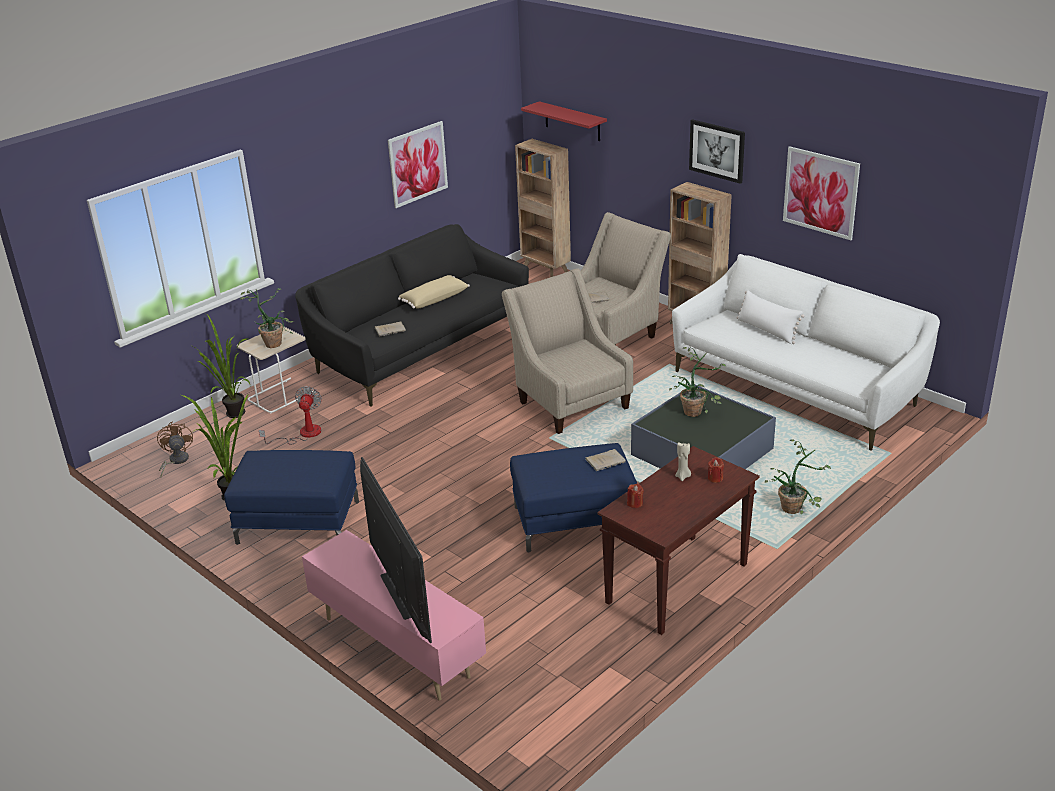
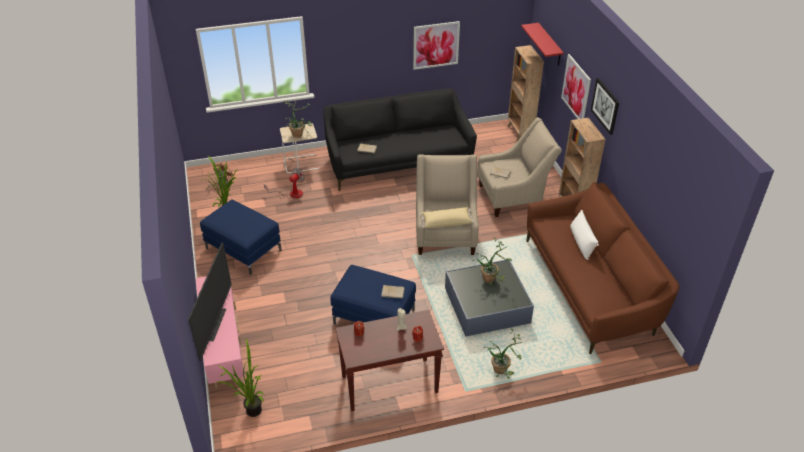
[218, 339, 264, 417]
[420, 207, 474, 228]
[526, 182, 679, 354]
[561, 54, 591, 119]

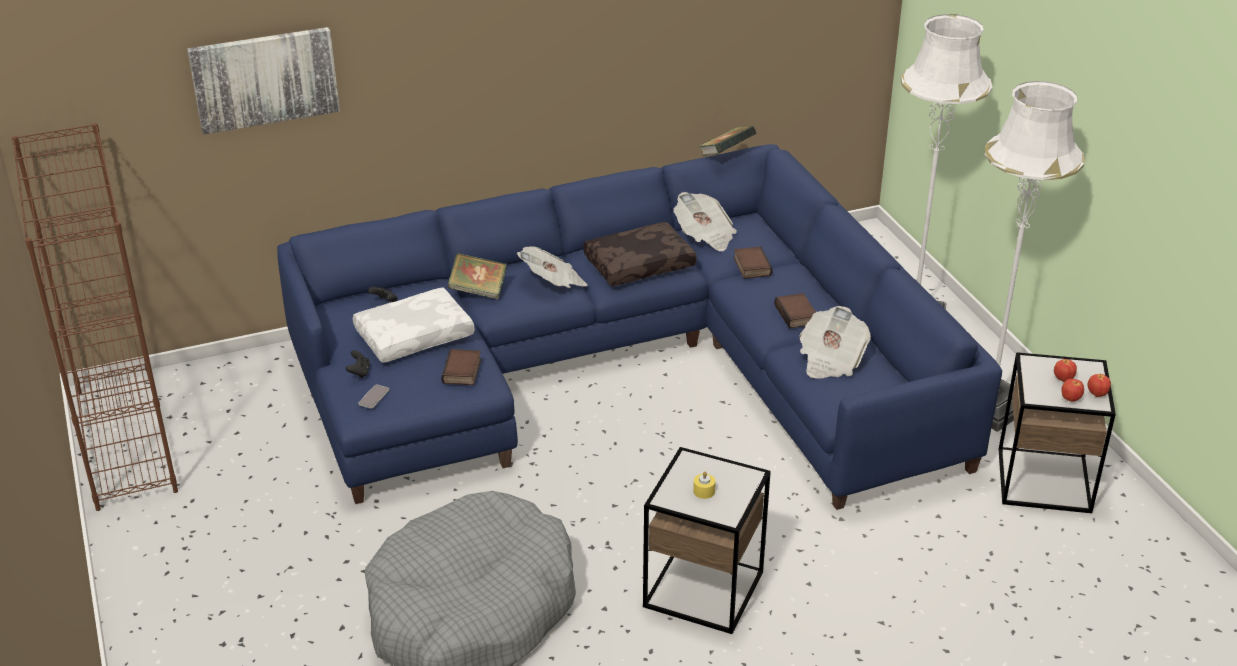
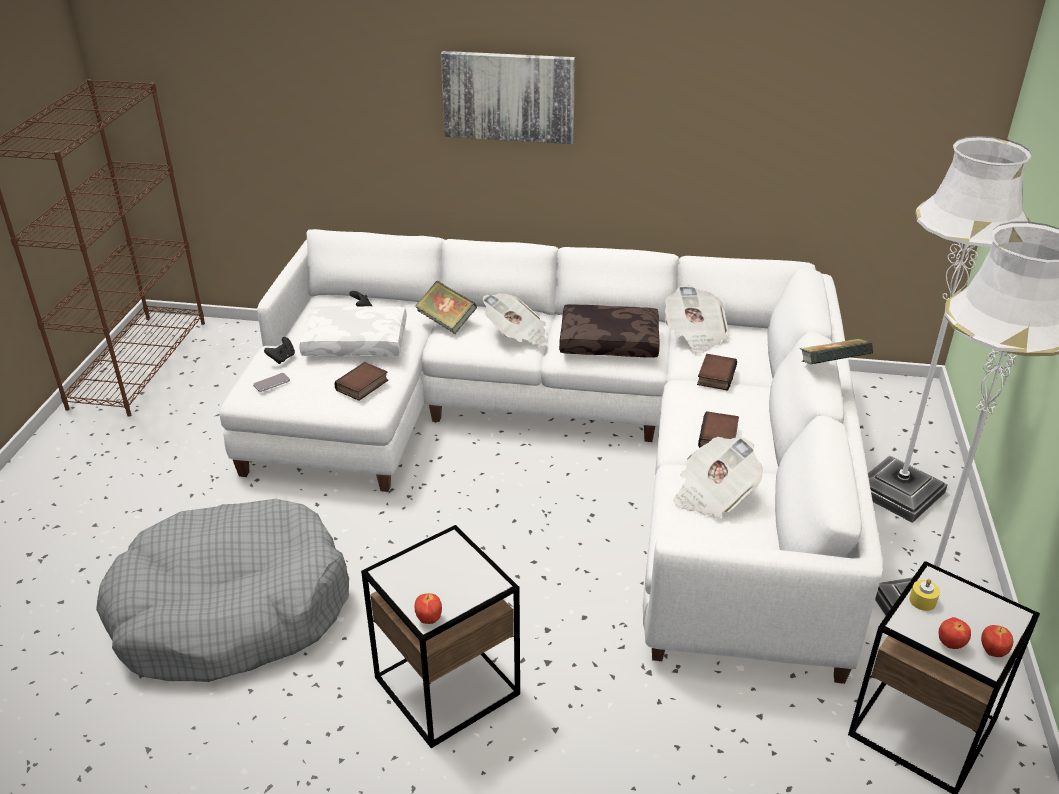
[441, 51, 575, 144]
[219, 229, 883, 684]
[909, 579, 940, 611]
[800, 339, 873, 364]
[415, 593, 442, 624]

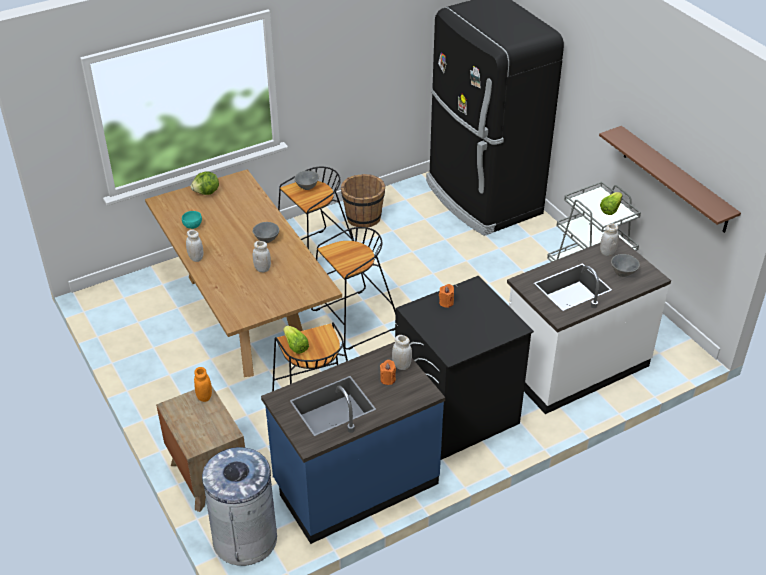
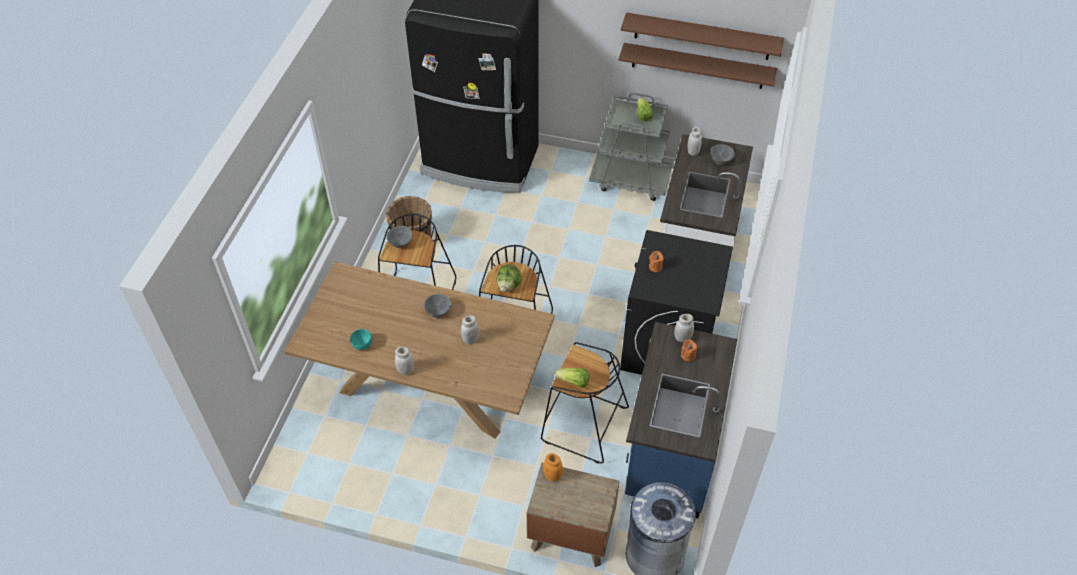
[497, 264, 522, 292]
[621, 12, 784, 60]

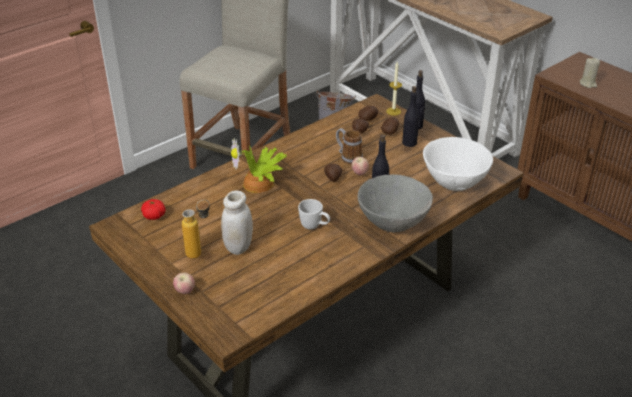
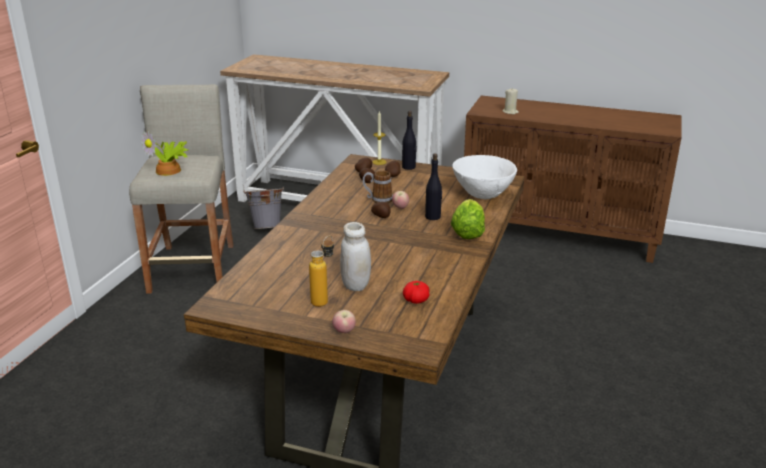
[403, 281, 430, 304]
[141, 130, 189, 176]
[298, 199, 330, 229] (first image)
[451, 199, 485, 239]
[402, 86, 420, 147] (first image)

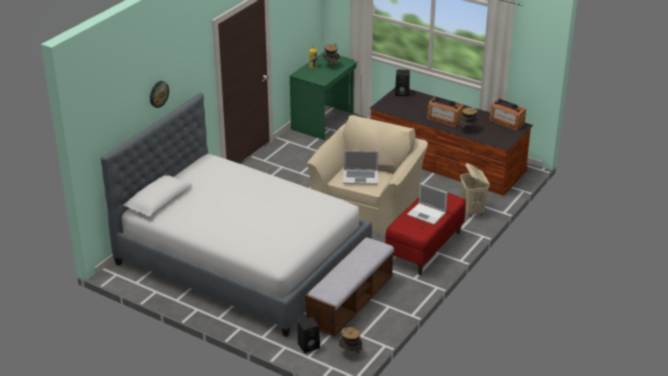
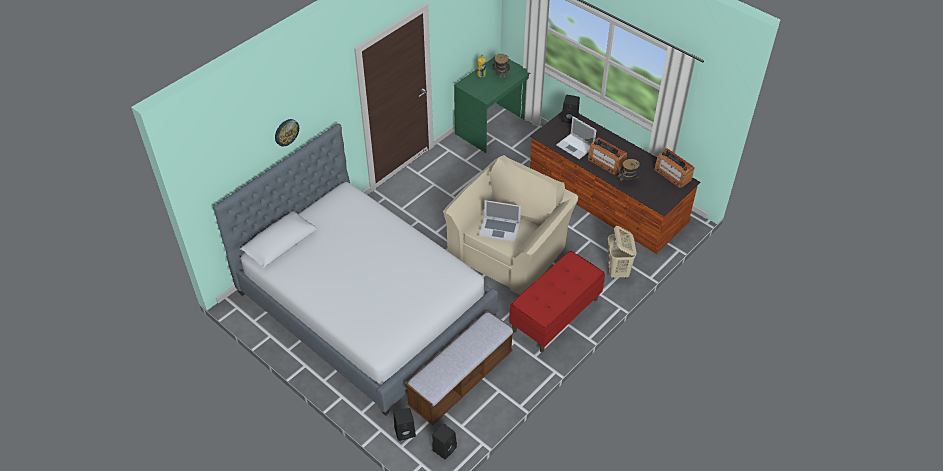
[432, 423, 457, 459]
[556, 116, 596, 159]

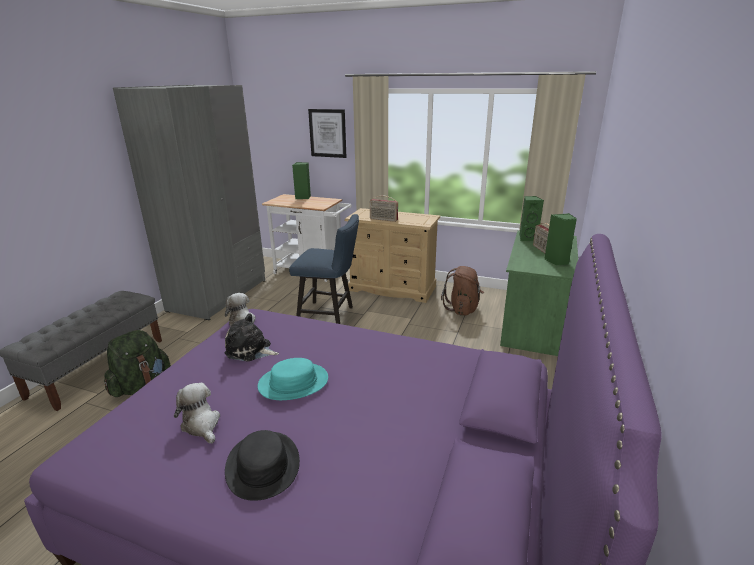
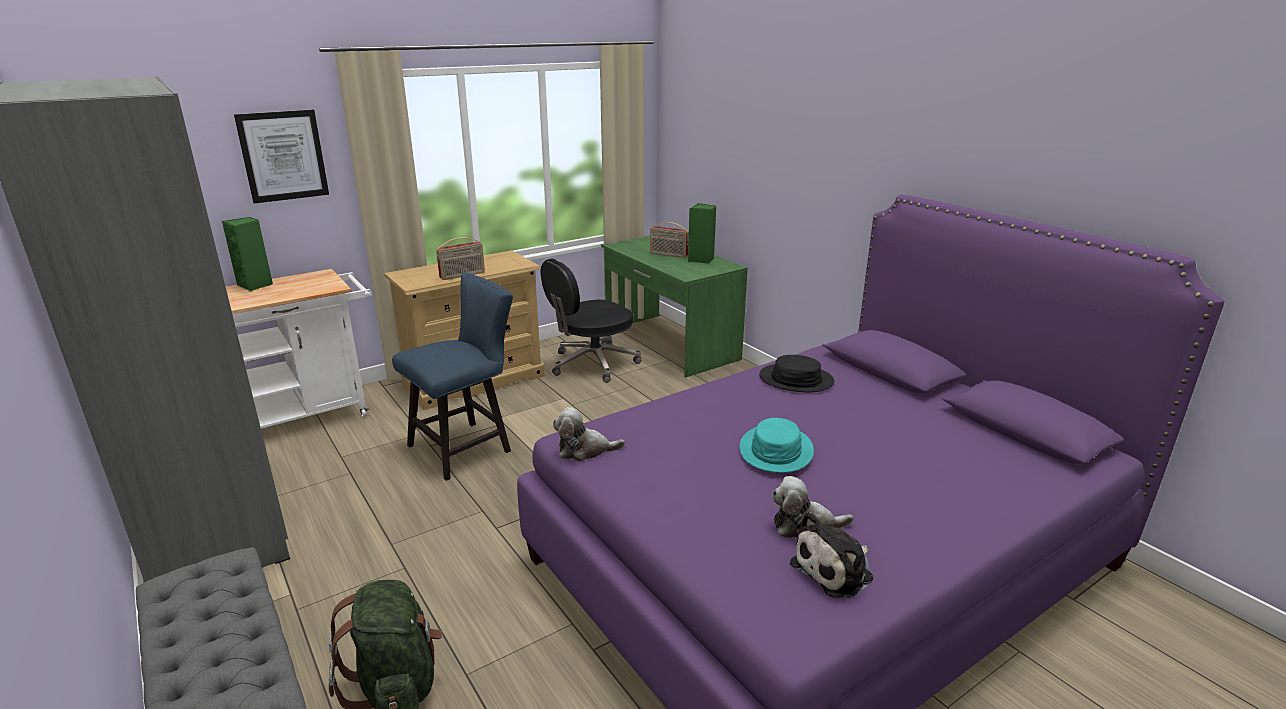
[790, 512, 873, 598]
[759, 355, 834, 392]
[541, 259, 641, 383]
[519, 196, 544, 241] (first image)

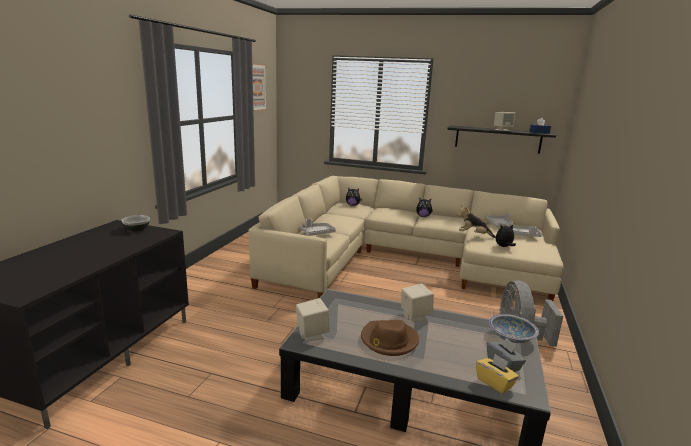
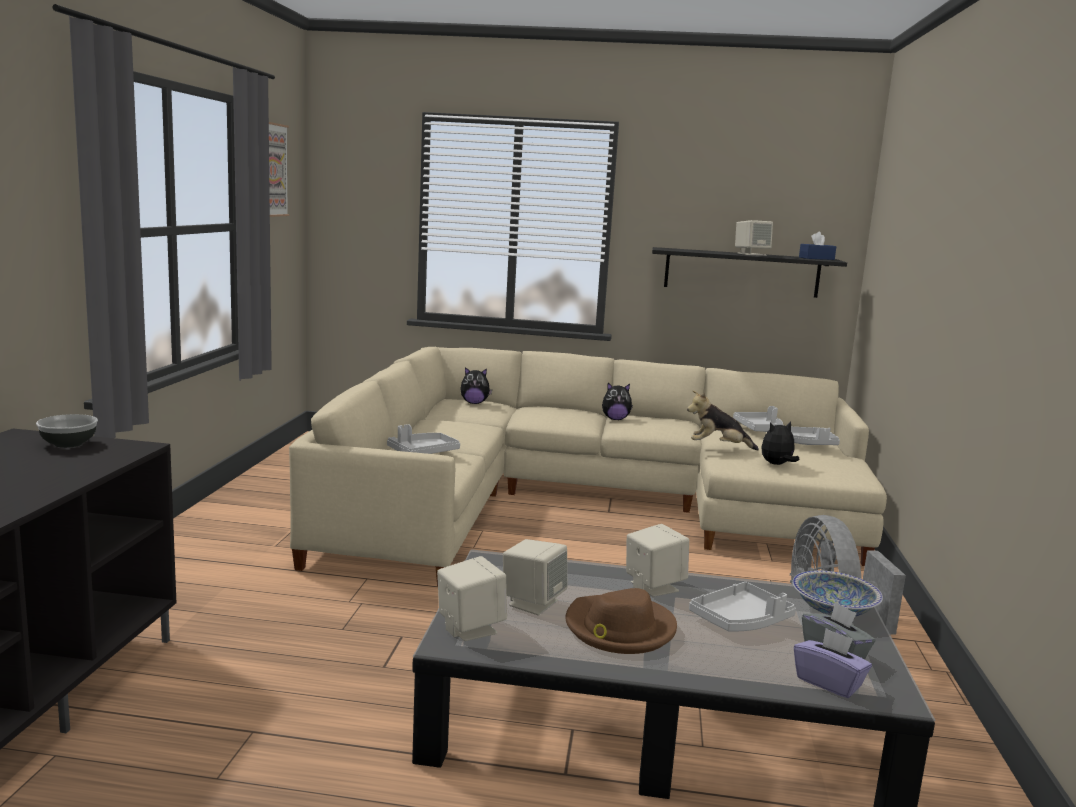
[794, 628, 872, 698]
[503, 539, 567, 616]
[689, 582, 796, 631]

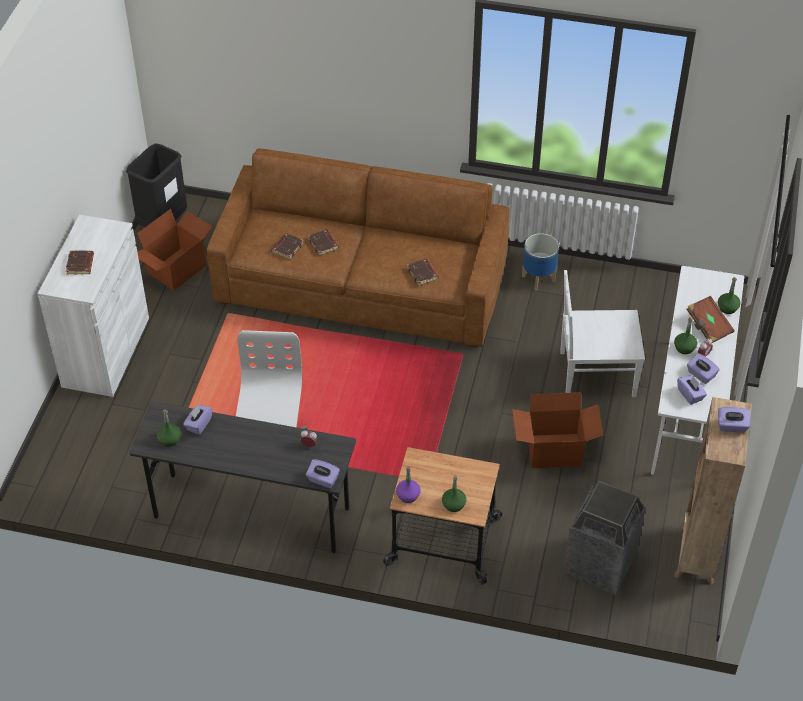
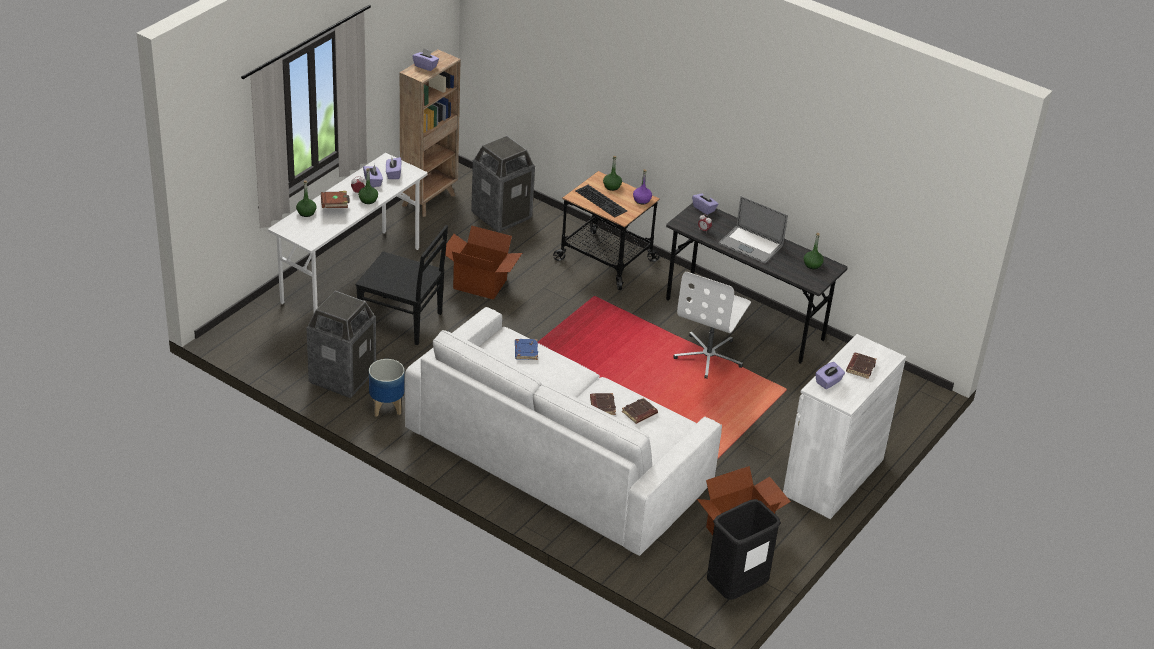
[815, 362, 845, 389]
[405, 307, 722, 556]
[515, 339, 538, 360]
[356, 225, 448, 345]
[307, 291, 376, 398]
[575, 185, 627, 218]
[719, 196, 788, 264]

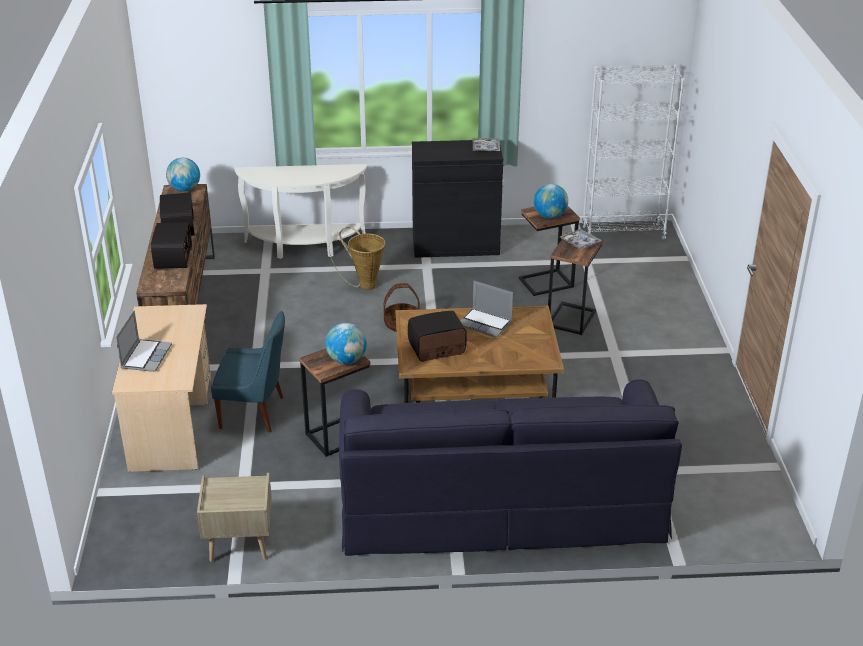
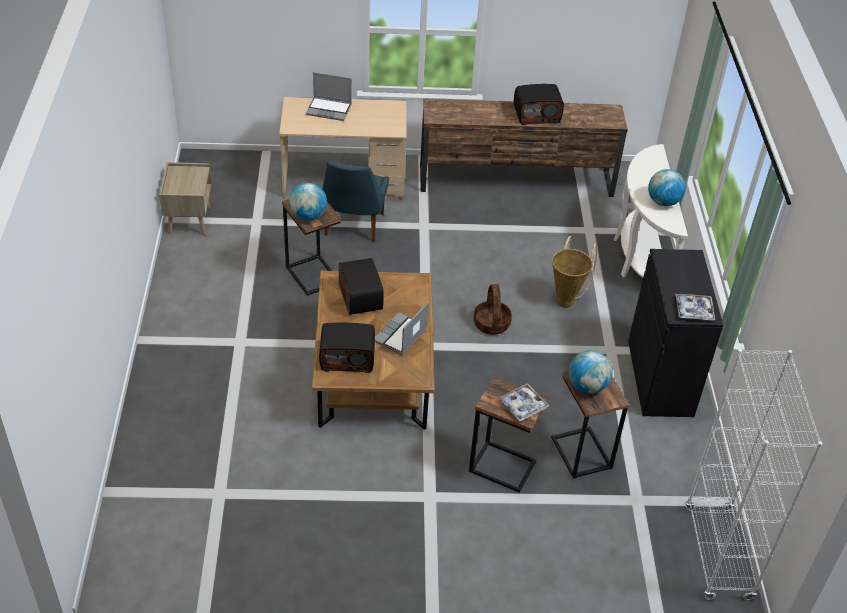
[319, 323, 375, 373]
[648, 169, 686, 206]
[339, 379, 682, 556] (first image)

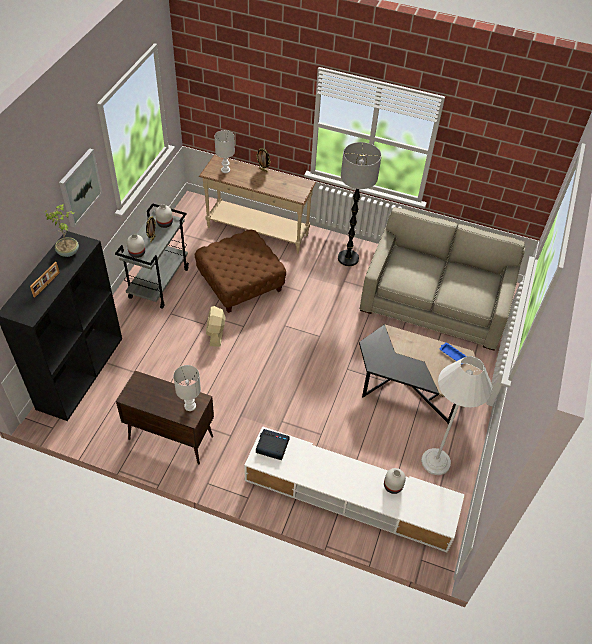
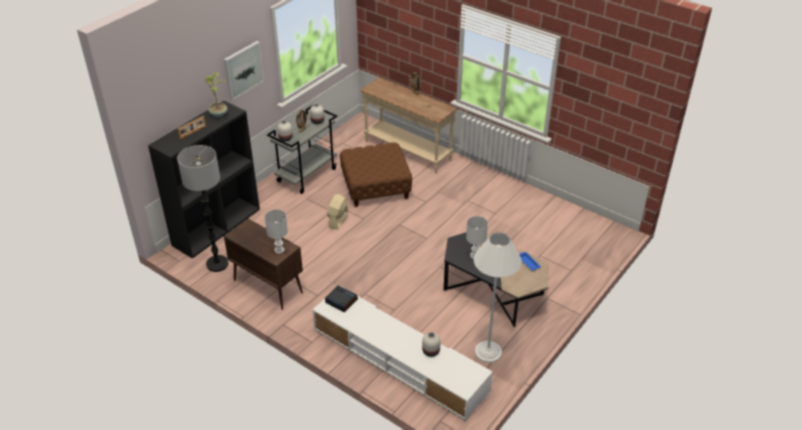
[466, 216, 488, 259]
[177, 145, 228, 272]
[359, 207, 525, 350] (first image)

